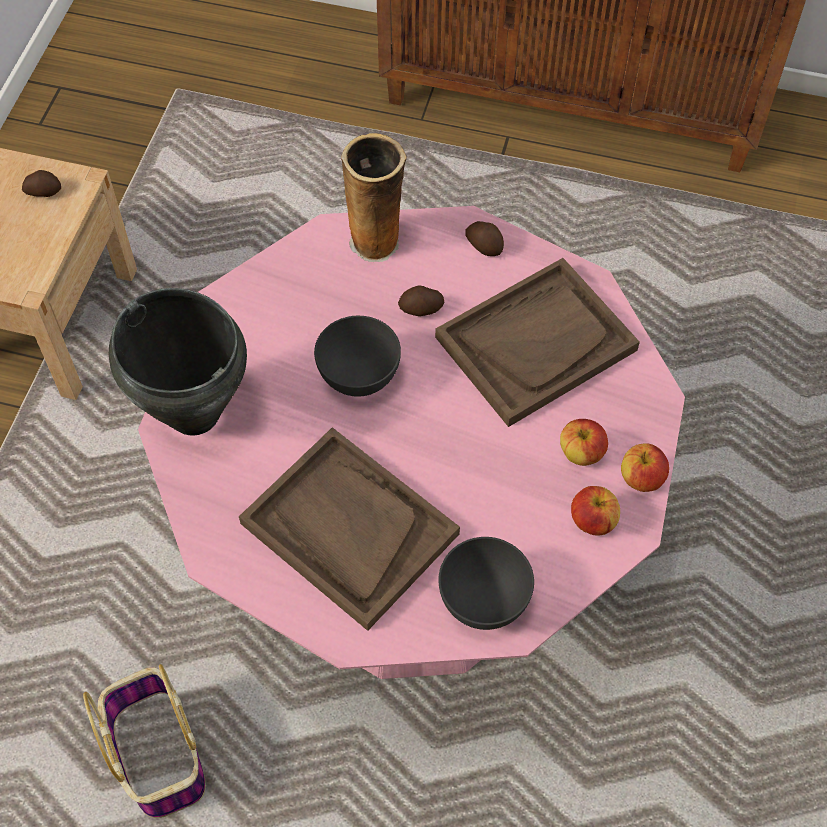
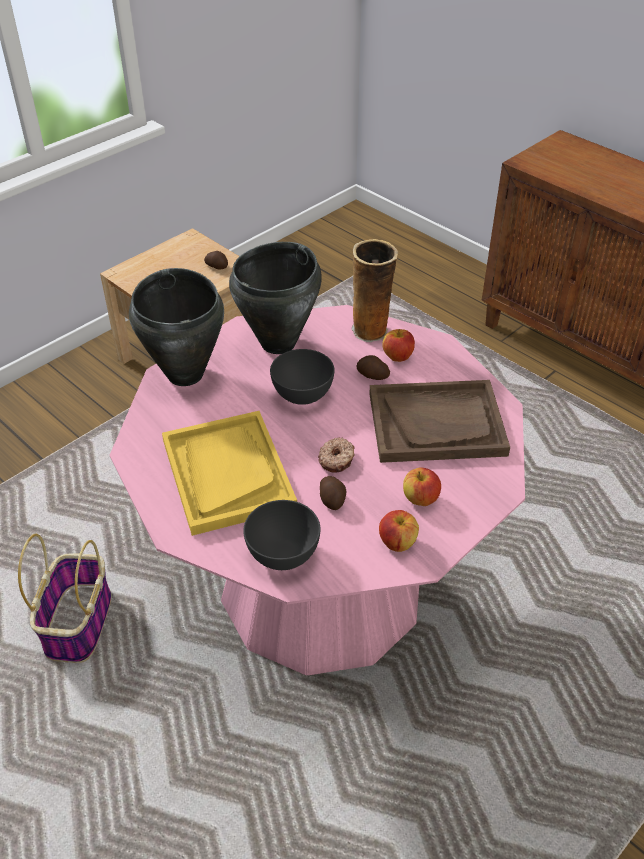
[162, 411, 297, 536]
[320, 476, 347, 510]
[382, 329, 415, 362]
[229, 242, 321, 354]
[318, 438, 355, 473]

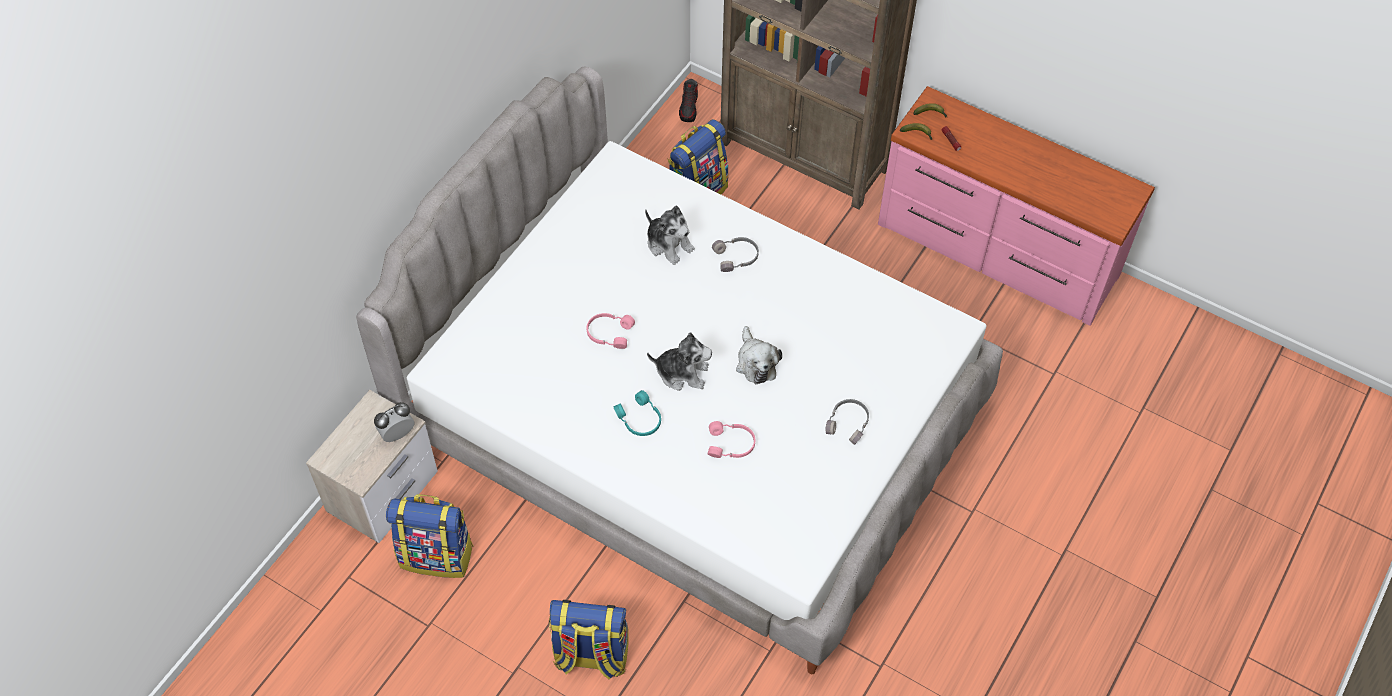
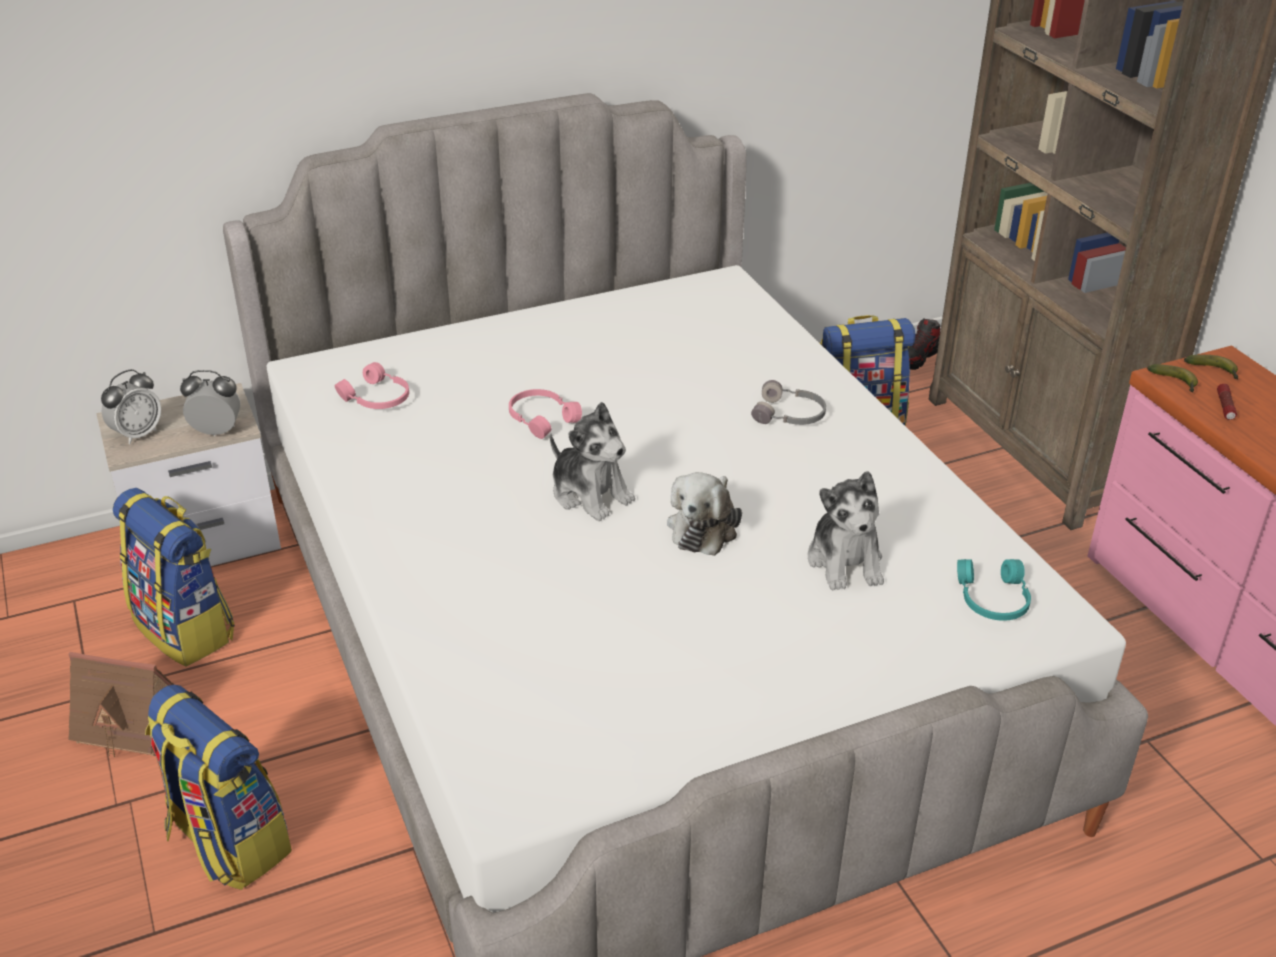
[957, 559, 1031, 621]
[808, 471, 884, 591]
[334, 362, 409, 409]
[826, 399, 869, 445] (first image)
[68, 652, 174, 757]
[101, 369, 161, 444]

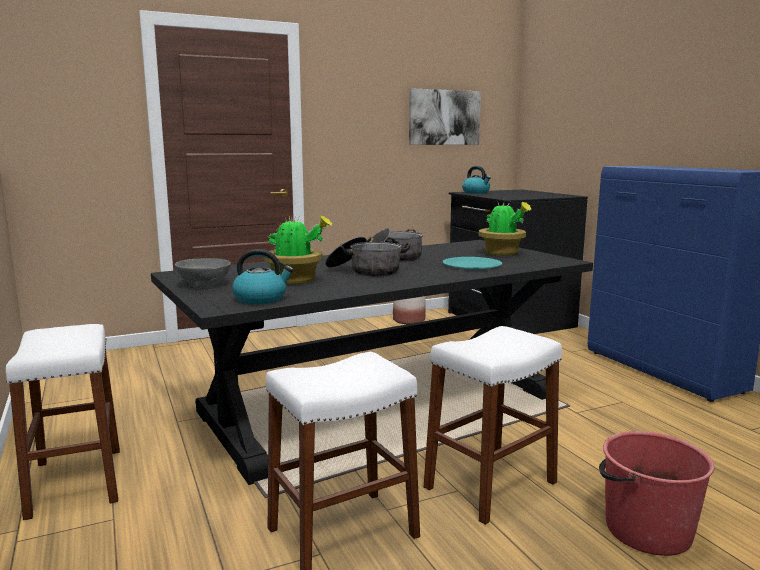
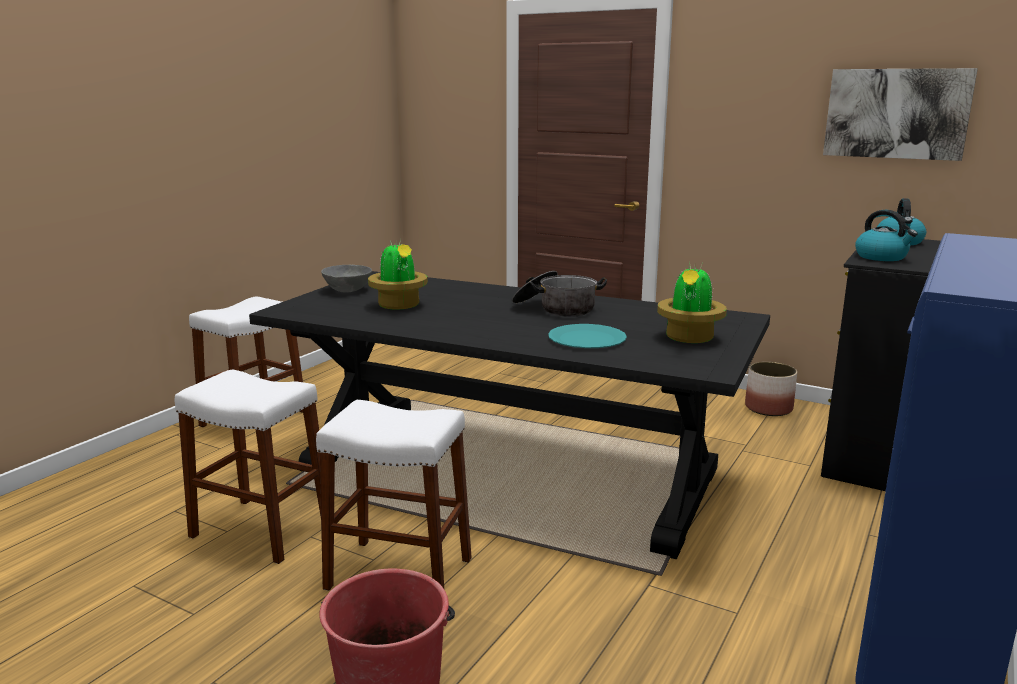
[855, 210, 918, 261]
[325, 237, 410, 277] (first image)

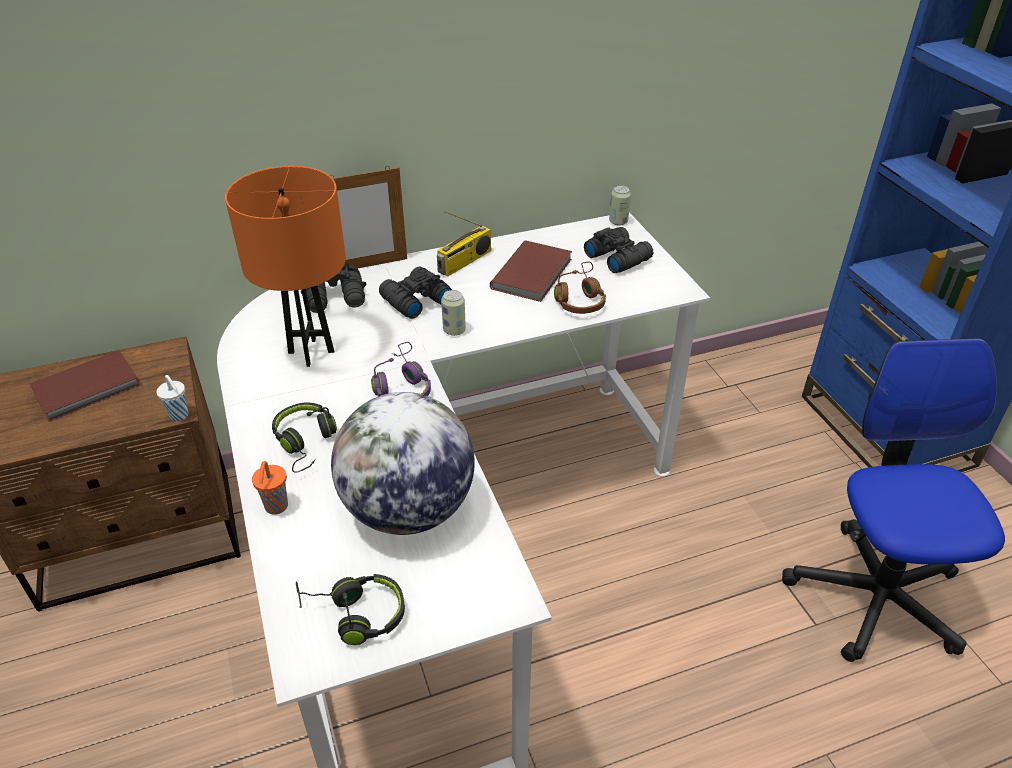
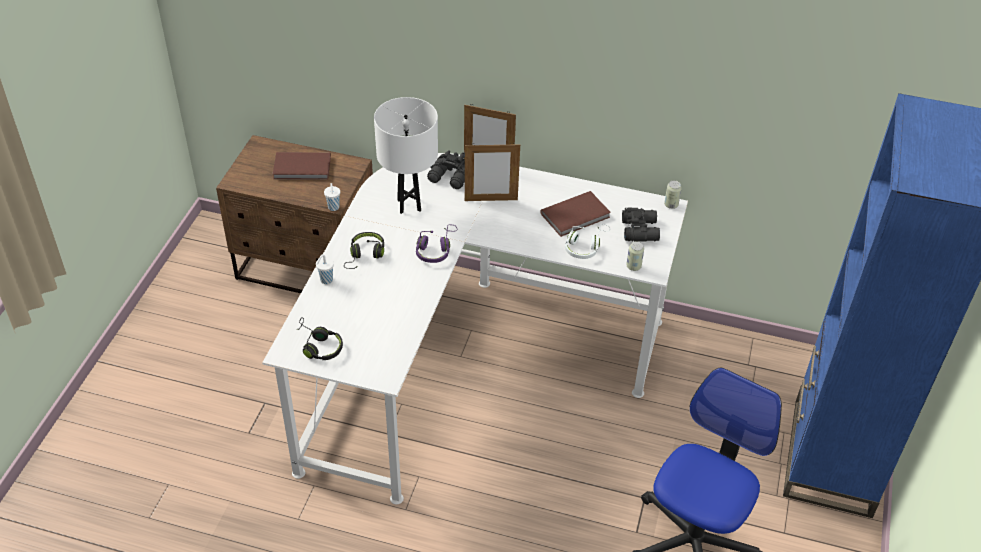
[374, 97, 438, 214]
[316, 254, 334, 284]
[331, 392, 475, 535] (first image)
[465, 142, 520, 201]
[437, 211, 491, 277] (first image)
[626, 241, 644, 271]
[565, 224, 610, 259]

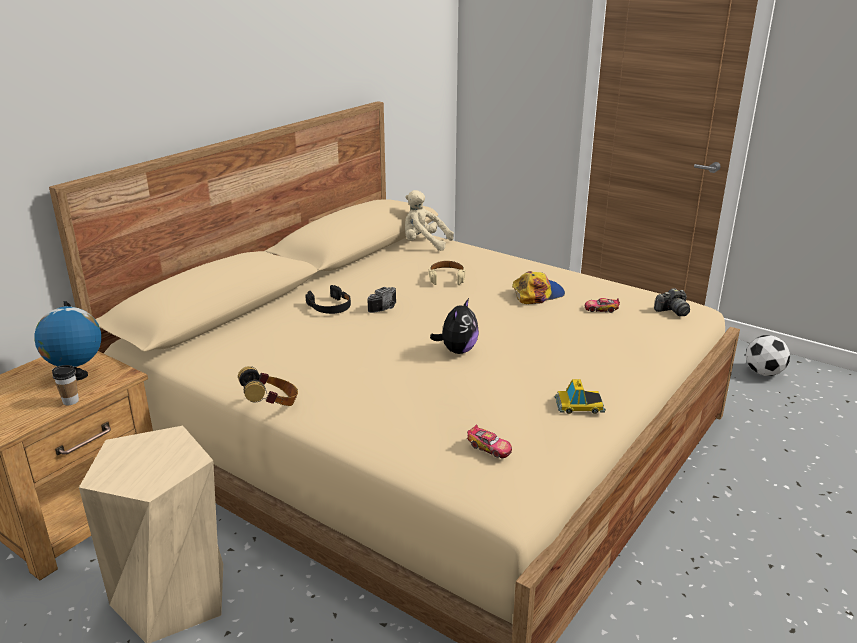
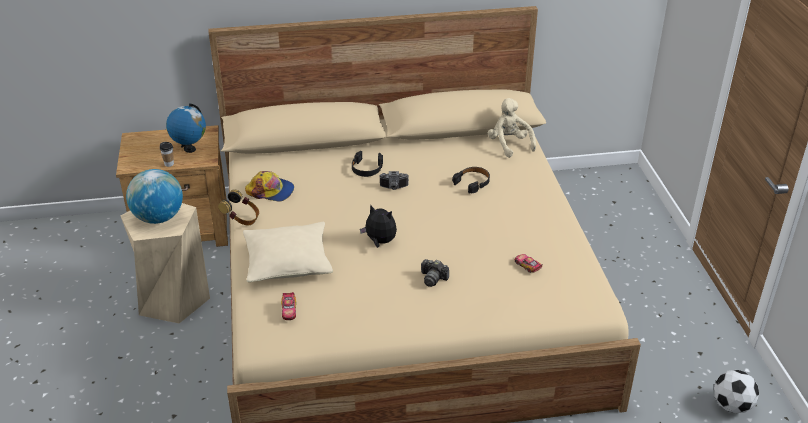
[452, 167, 490, 194]
[360, 204, 397, 248]
[245, 171, 294, 201]
[555, 379, 606, 414] (first image)
[421, 259, 449, 287]
[126, 169, 183, 224]
[243, 222, 333, 282]

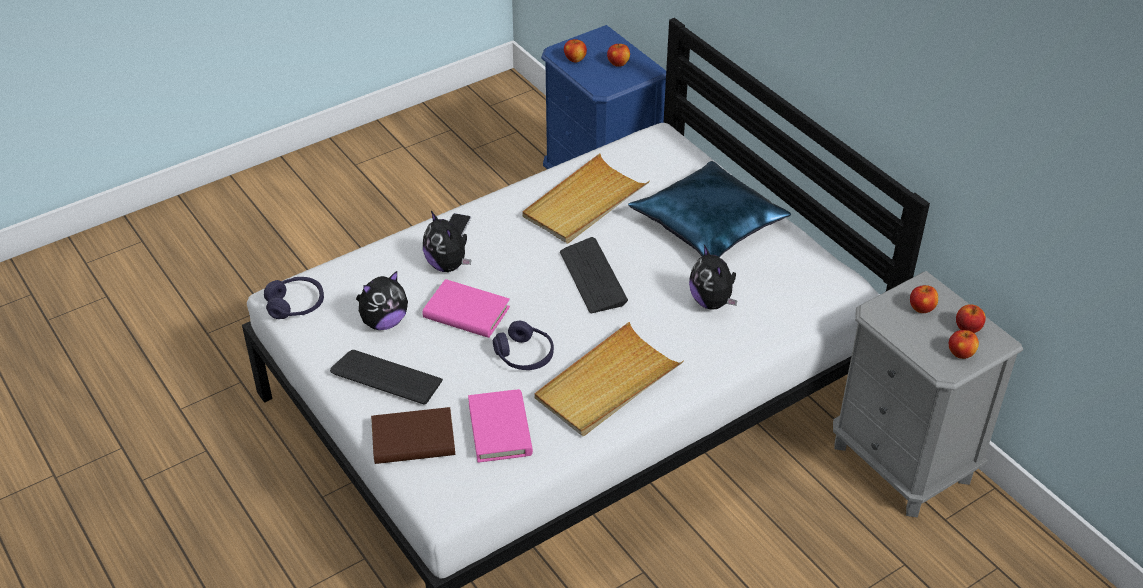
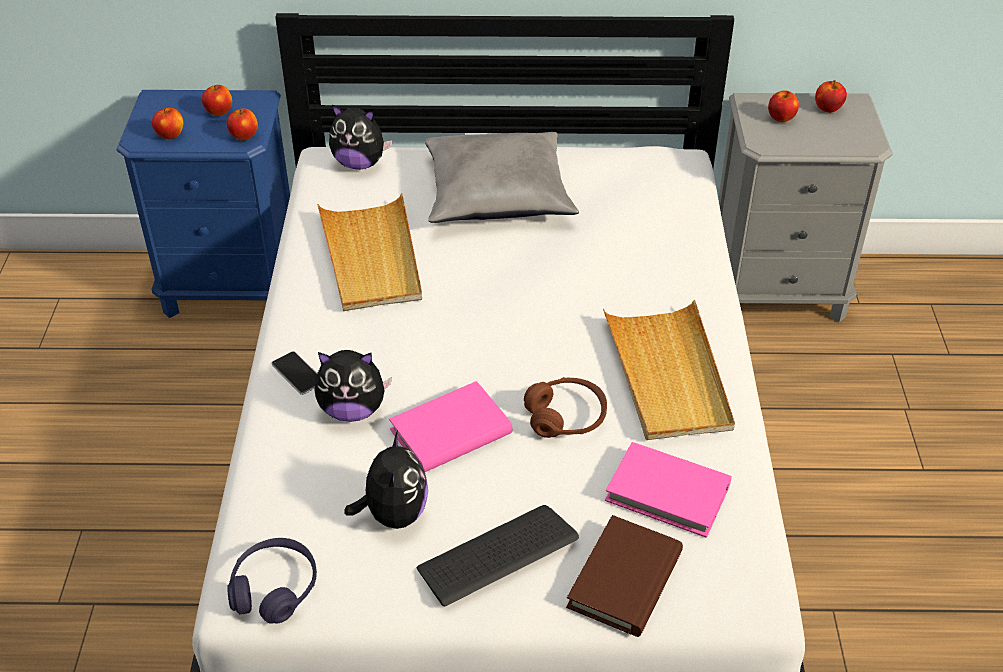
[524, 377, 607, 438]
[560, 237, 628, 313] (first image)
[425, 132, 579, 223]
[329, 104, 393, 170]
[227, 108, 258, 141]

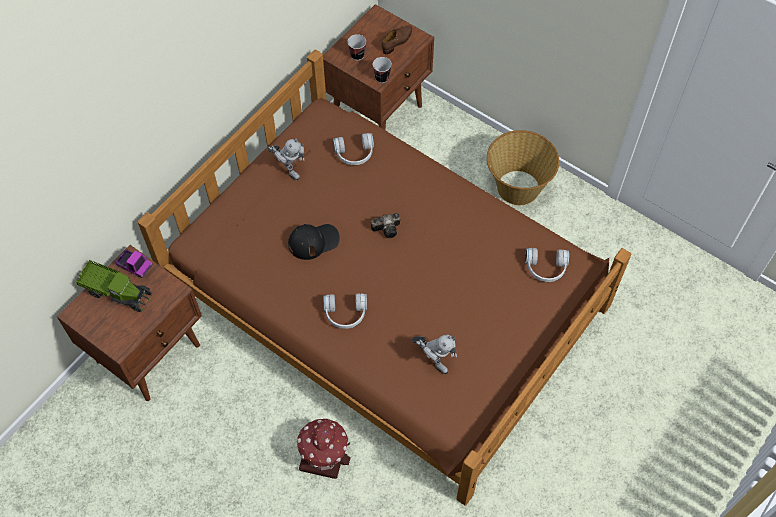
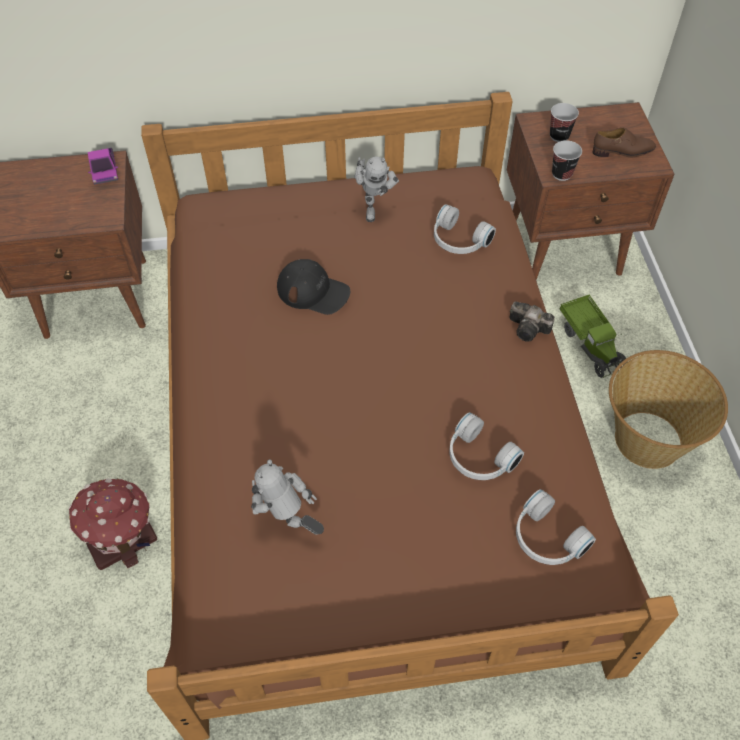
[560, 294, 627, 378]
[449, 412, 524, 480]
[509, 302, 555, 342]
[251, 460, 324, 535]

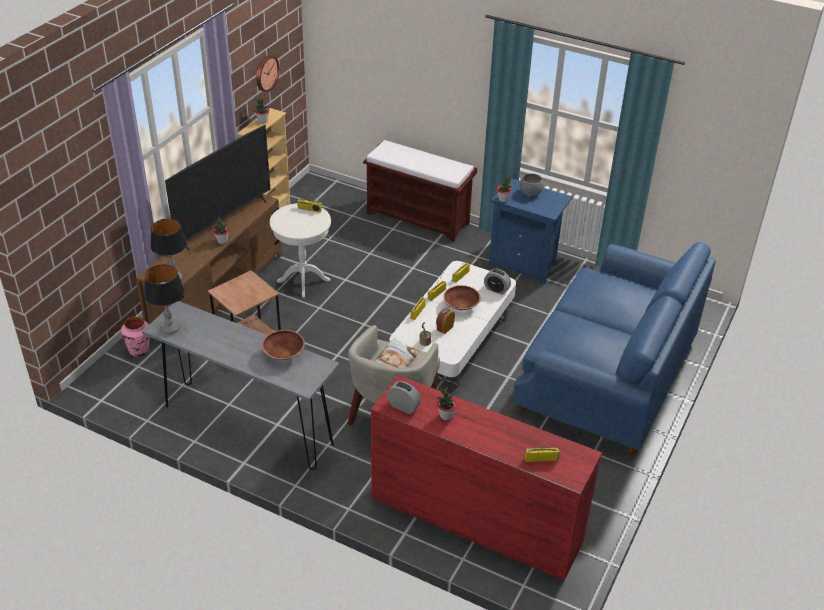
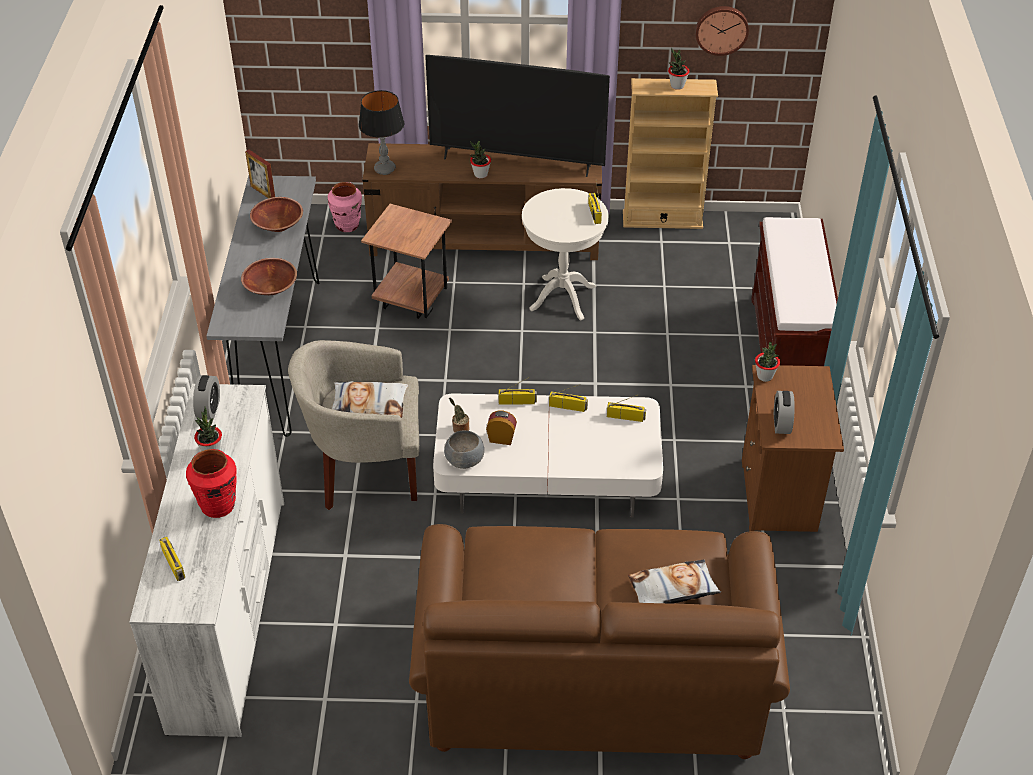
[245, 150, 275, 198]
[129, 384, 284, 737]
[250, 197, 303, 232]
[774, 391, 795, 434]
[742, 365, 844, 532]
[409, 524, 790, 759]
[444, 430, 484, 469]
[186, 449, 237, 518]
[628, 559, 721, 604]

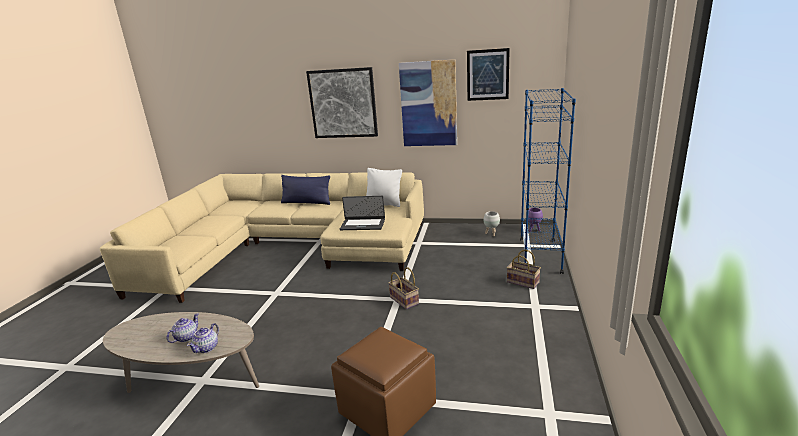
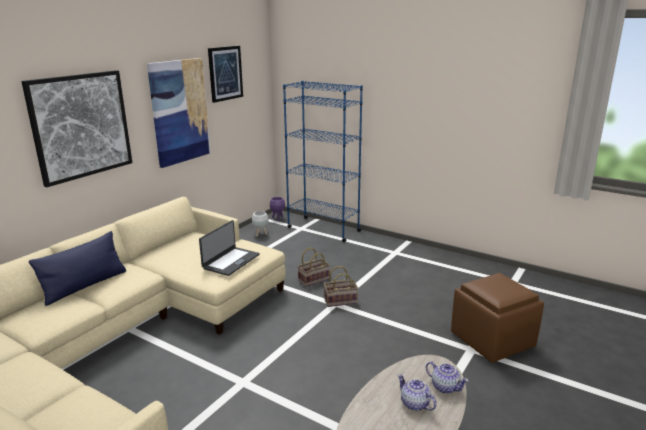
[366, 168, 402, 207] (first image)
[297, 248, 330, 287]

